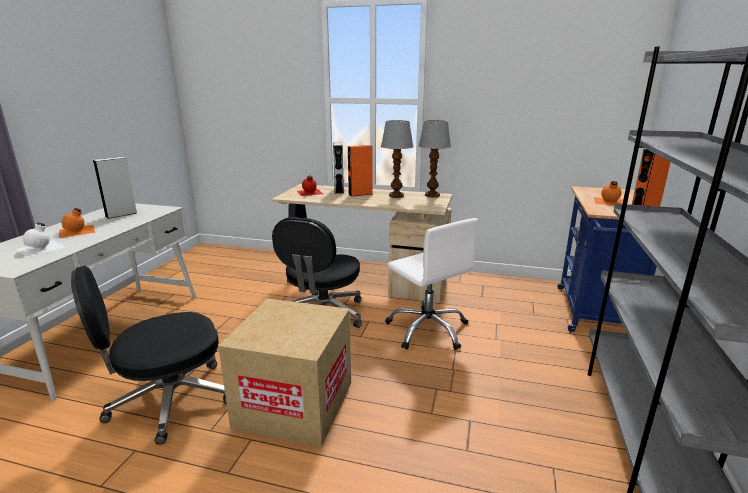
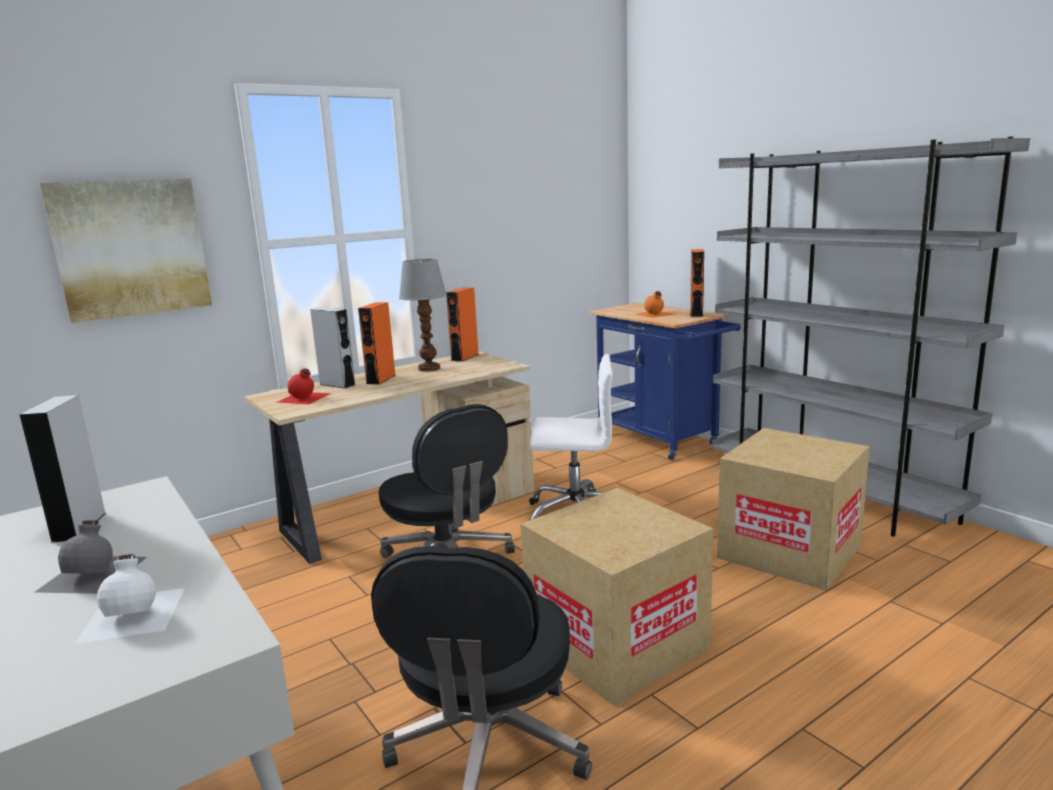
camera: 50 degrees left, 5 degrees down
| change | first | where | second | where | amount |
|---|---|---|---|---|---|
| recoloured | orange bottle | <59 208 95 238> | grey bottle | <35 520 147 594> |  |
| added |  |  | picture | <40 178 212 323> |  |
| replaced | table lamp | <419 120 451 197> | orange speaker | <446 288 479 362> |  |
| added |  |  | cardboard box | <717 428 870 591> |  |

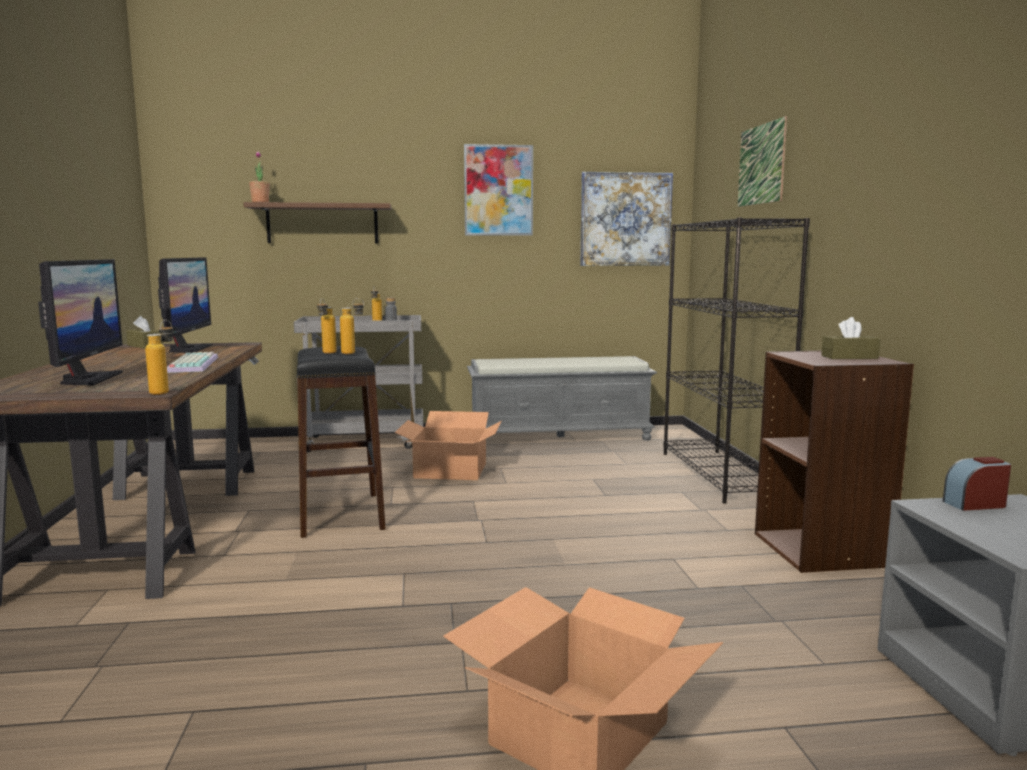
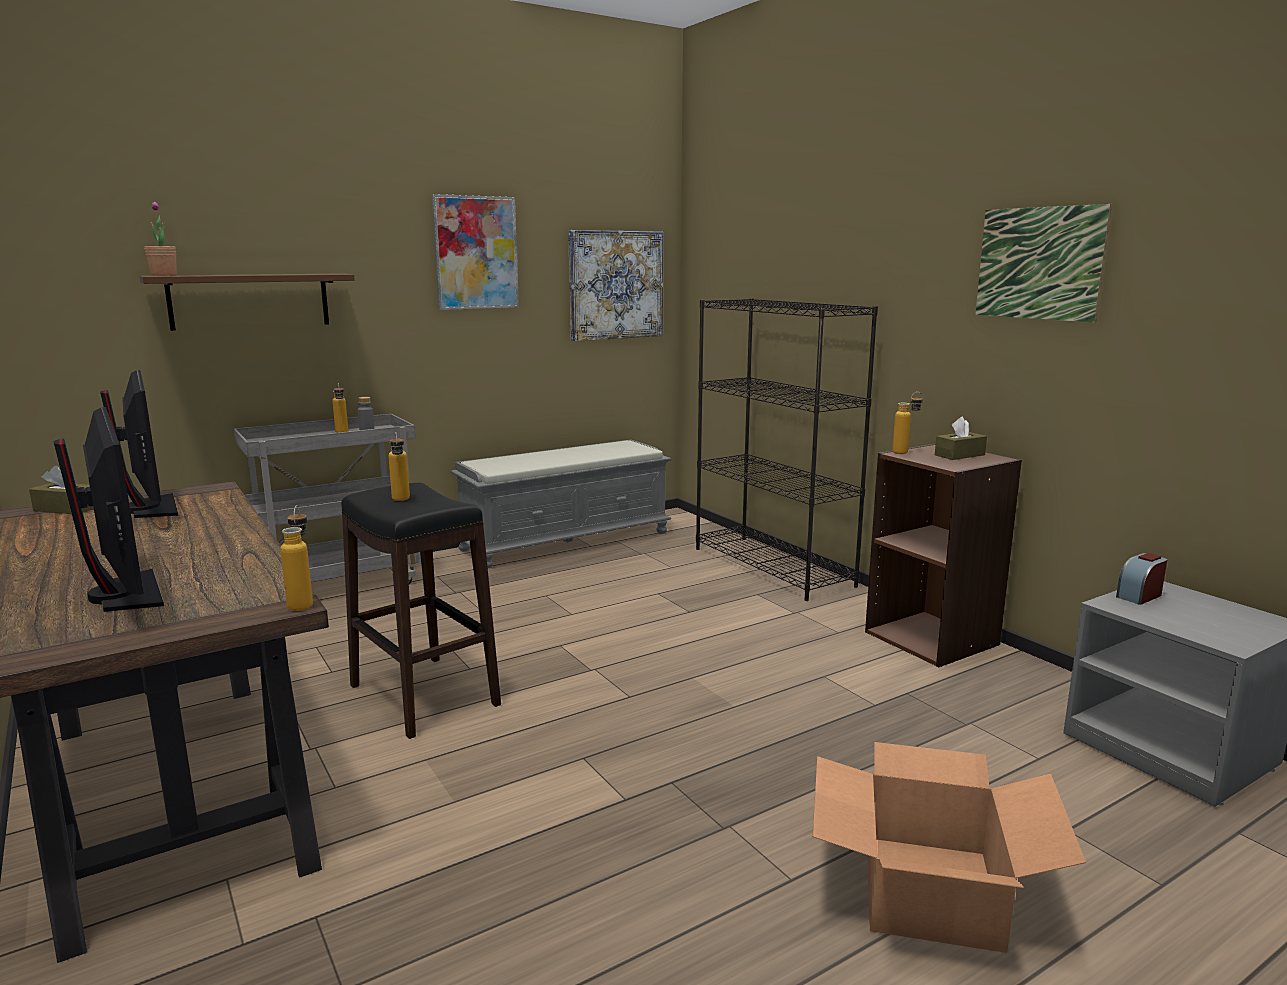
camera: 25 degrees left, 5 degrees up
| change | first | where | second | where | amount |
|---|---|---|---|---|---|
| moved | bottle | <340 298 364 354> |  | <892 392 923 454> |  |
| moved | picture | <737 116 787 207> |  | <975 204 1112 323> |  |
| removed | keyboard | <167 352 218 373> |  |  |  |
| removed | cardboard box | <395 411 502 480> |  |  |  |

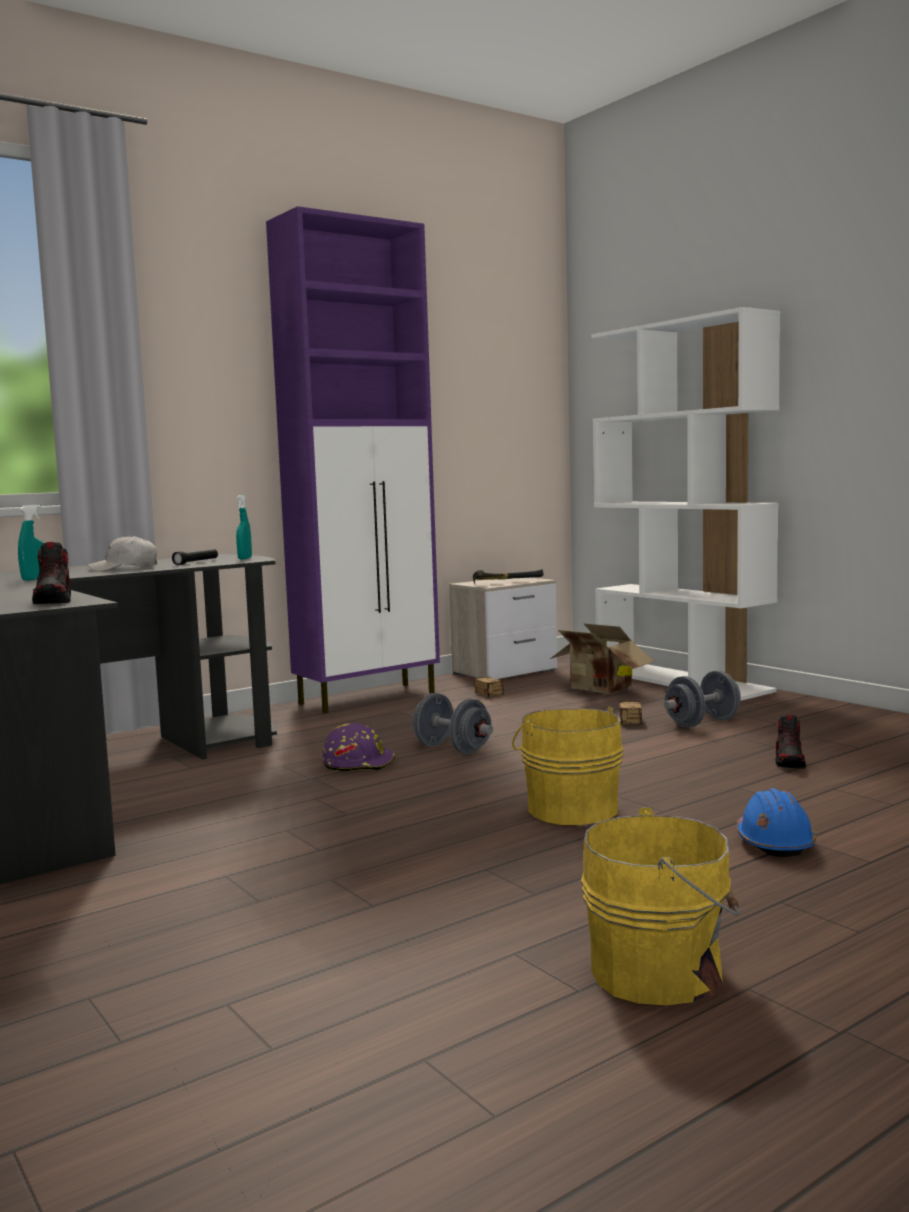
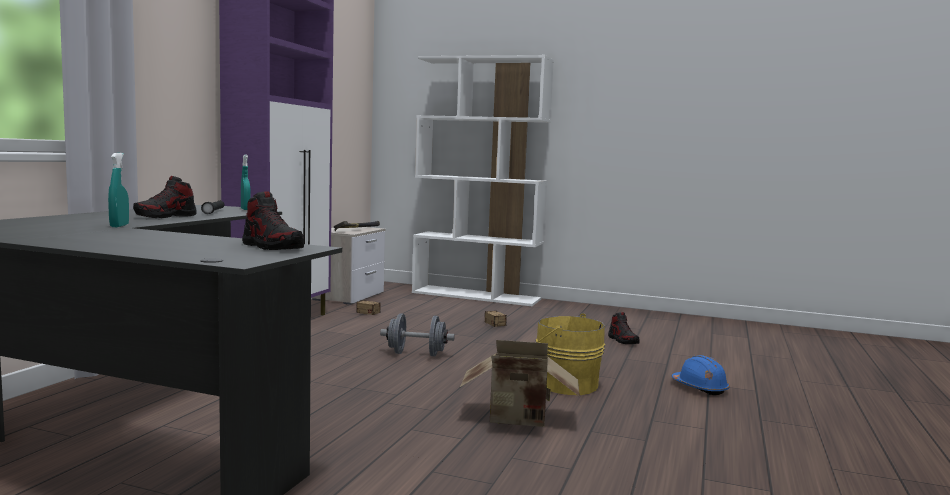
camera: 35 degrees left, 0 degrees up
| change | first | where | second | where | amount |
|---|---|---|---|---|---|
| replaced | white cap | <88 535 157 571> | shoe | <133 176 197 218> |  |
| moved | cardboard box | <550 623 655 694> |  | <460 340 580 427> |  |
| removed | purple hard hat | <322 723 395 771> |  |  |  |
| removed | yellow bucket | <581 807 739 1005> |  |  |  |
| removed | grey dumbbell | <664 671 741 728> |  |  |  |

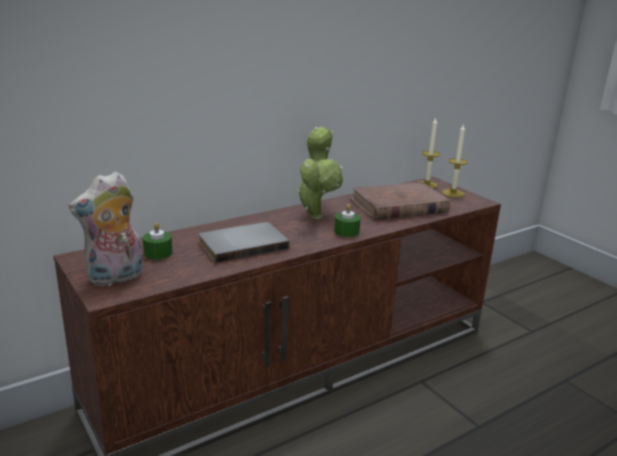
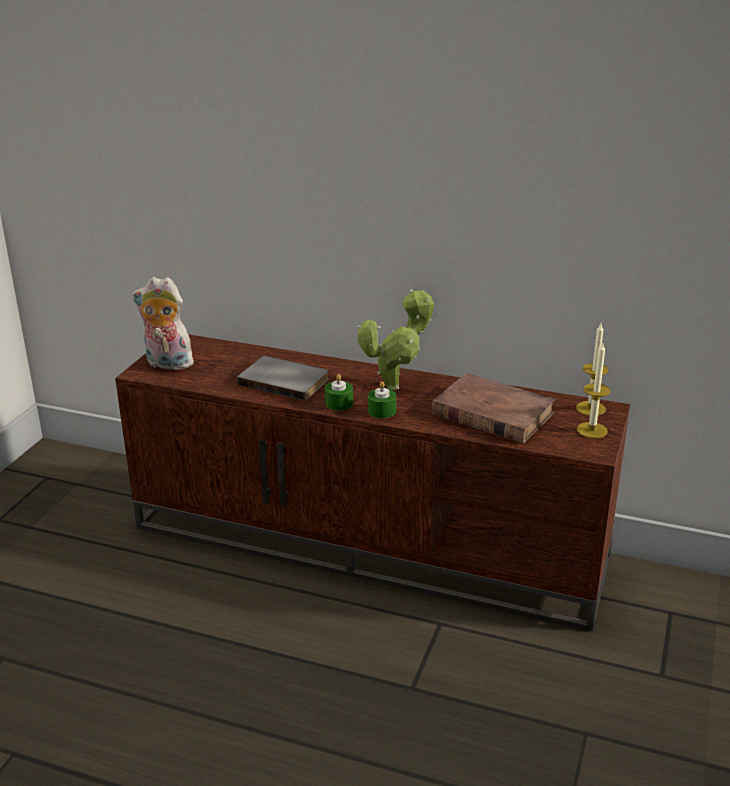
camera: 55 degrees right, 5 degrees up
| change | first | where | second | where | amount |
|---|---|---|---|---|---|
| moved | green candle | <143 222 173 260> |  | <325 374 353 411> |  |

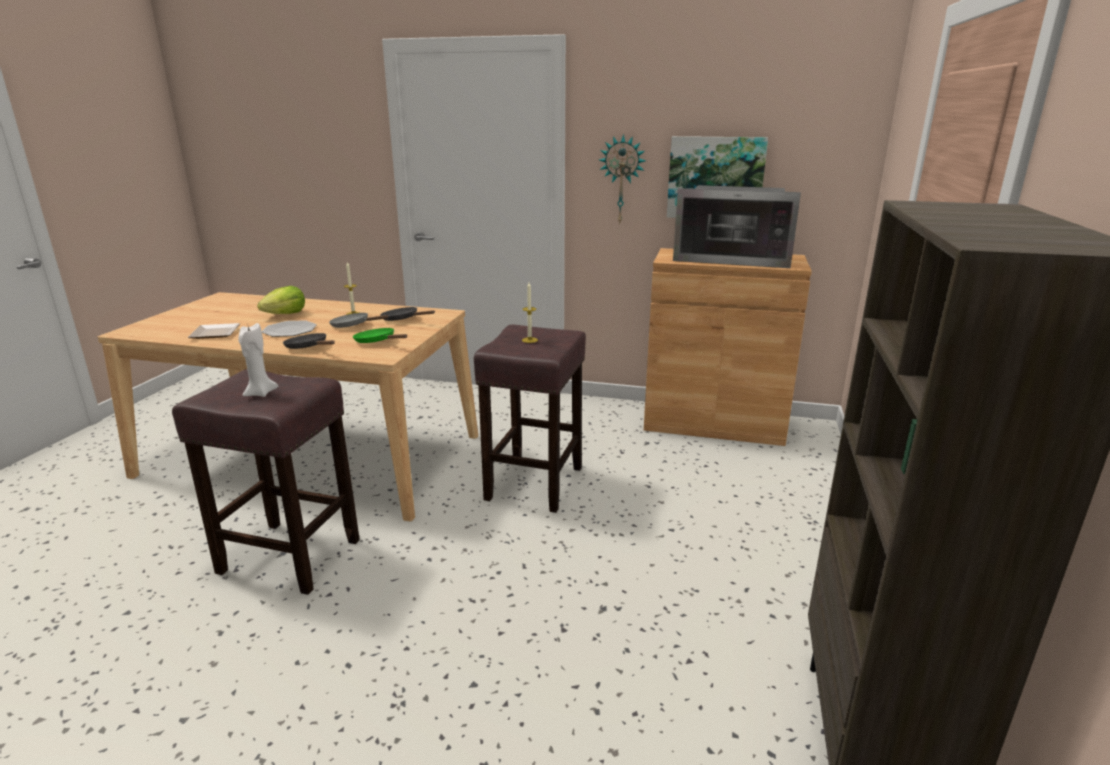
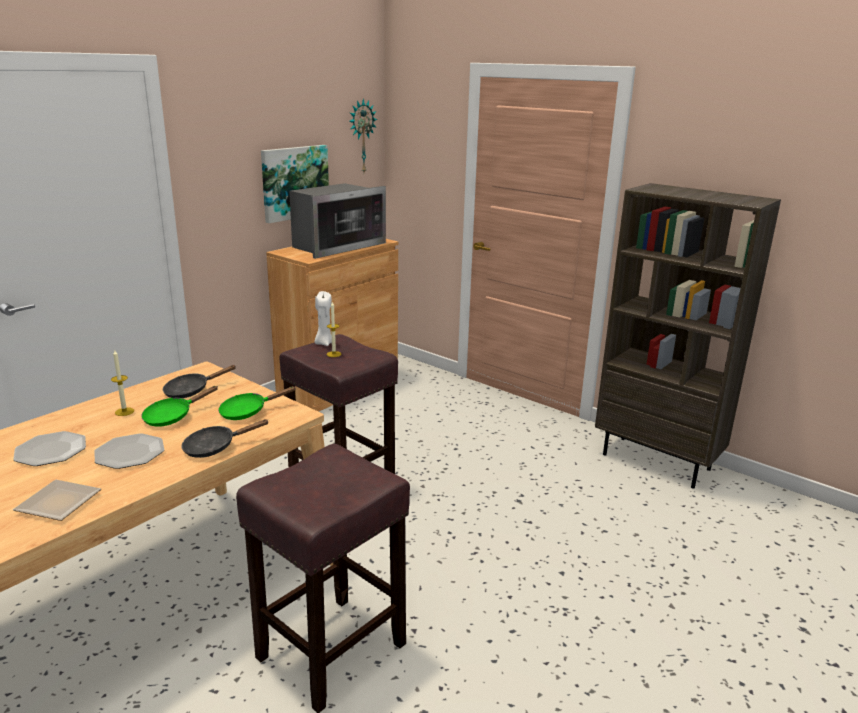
camera: 65 degrees left, 0 degrees up
| change | first | where | second | where | amount |
|---|---|---|---|---|---|
| replaced | lettuce | <257 286 305 314> | plate | <13 431 86 466> |  |
| recoloured | grey frying pan | <329 313 389 328> | green frying pan | <141 386 218 427> |  |
| moved | white candle | <238 323 278 397> |  | <315 291 332 346> |  |
| moved | wall clock | <599 134 646 223> |  | <349 99 378 173> |  |

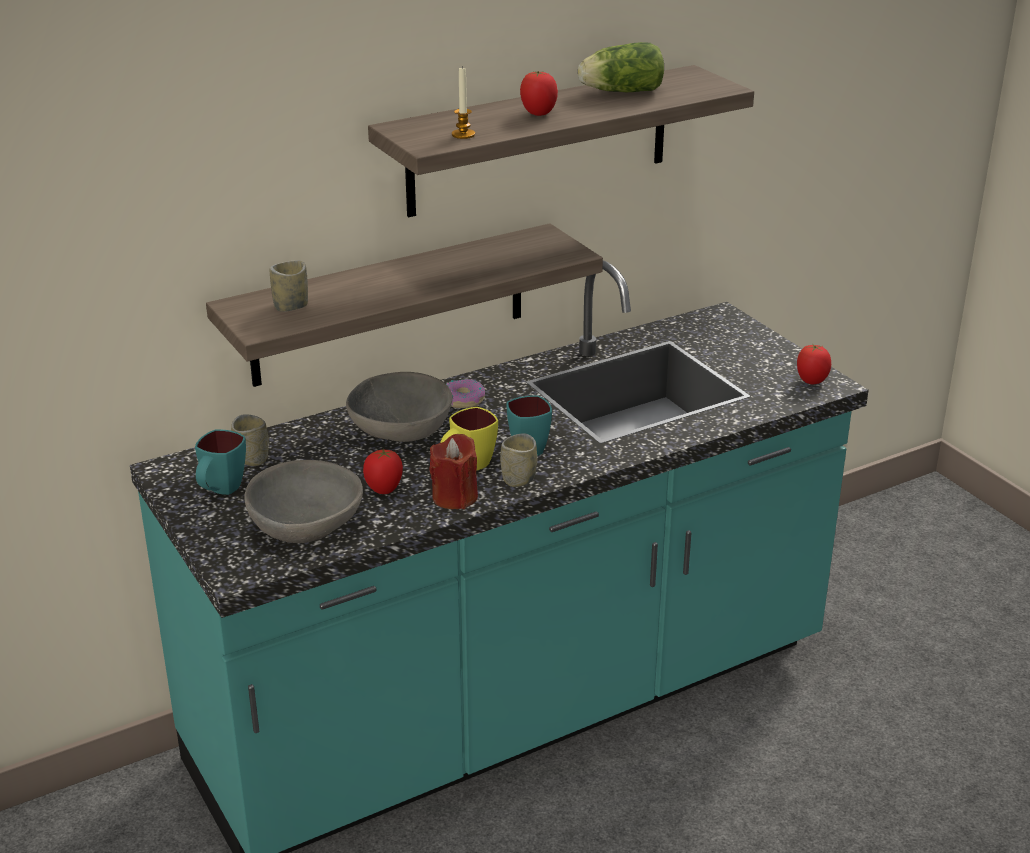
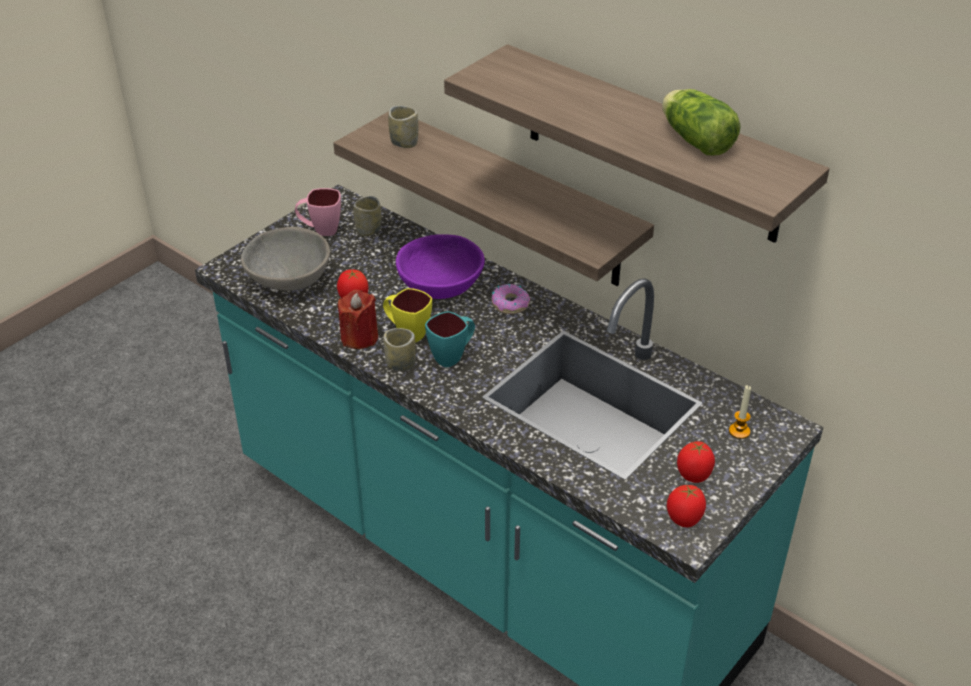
camera: 70 degrees right, 10 degrees up
| change | first | where | second | where | amount |
|---|---|---|---|---|---|
| recoloured | turquoise mug | <195 429 246 495> | pink mug | <295 188 341 236> |  |
| recoloured | grey bowl | <346 372 453 442> | purple bowl | <396 234 485 299> |  |
| moved | tomato | <520 71 558 116> |  | <677 441 715 483> |  |
| moved | candle | <452 67 475 139> |  | <729 385 751 439> |  |

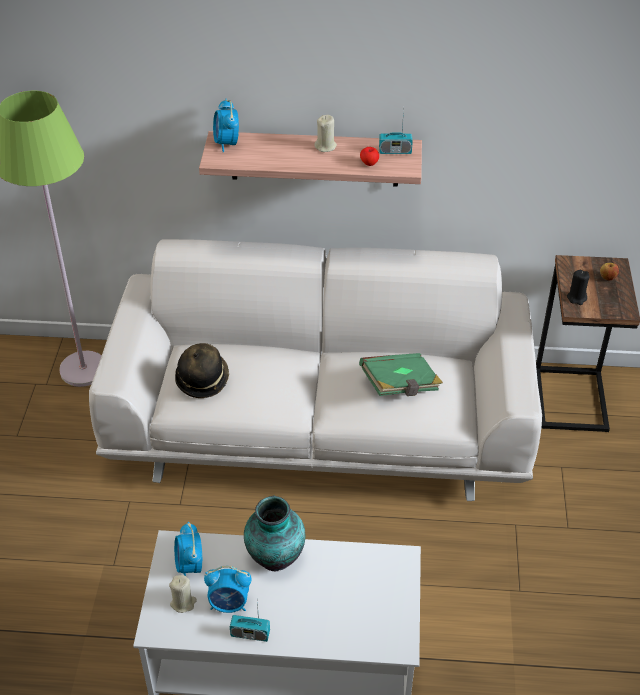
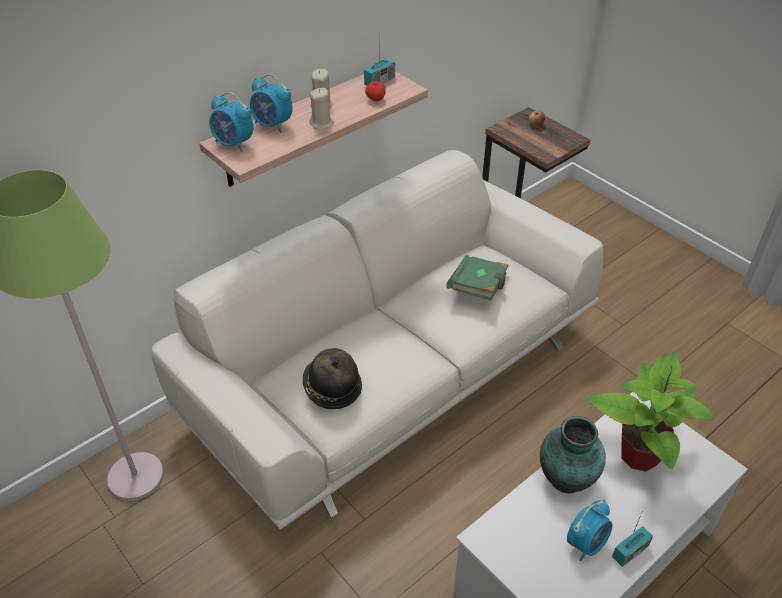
camera: 45 degrees left, 0 degrees up
| change | first | where | second | where | amount |
|---|---|---|---|---|---|
| moved | alarm clock | <174 522 202 576> |  | <250 74 293 133> |  |
| moved | beige candle | <169 575 197 613> |  | <309 88 334 129> |  |
| added |  |  | potted plant | <587 352 715 472> |  |
| removed | black candle | <567 269 589 305> |  |  |  |

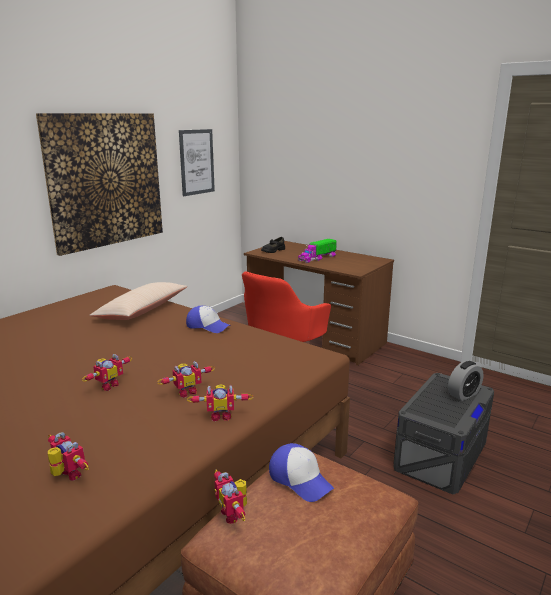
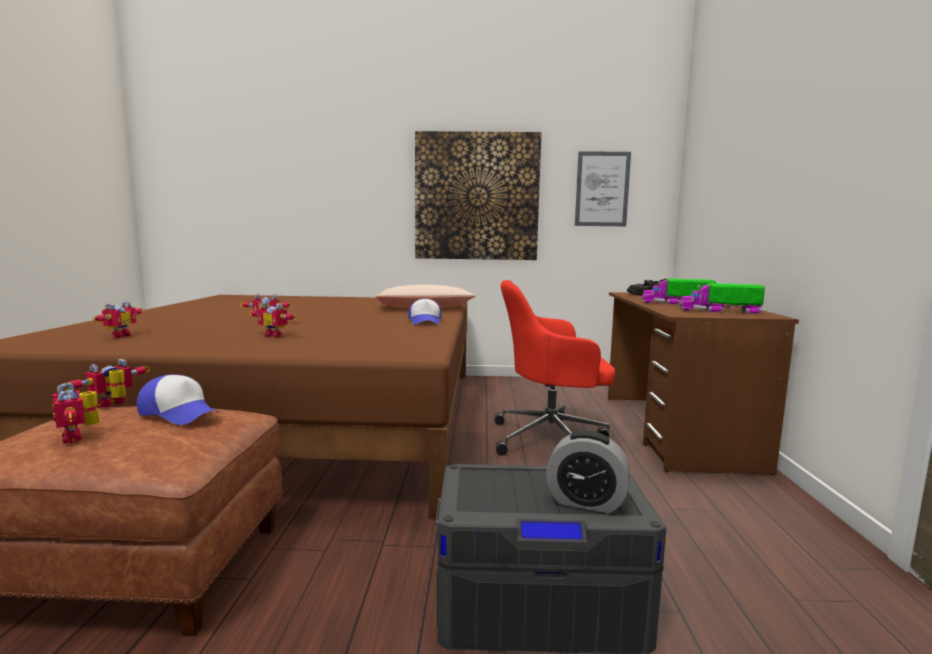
camera: 55 degrees right, 10 degrees down
| change | first | where | second | where | amount |
|---|---|---|---|---|---|
| moved | toy robot | <187 384 254 421> |  | <52 383 99 444> |  |
| turned | cap | <269 443 334 502> |  | <137 374 220 425> | 75 degrees counterclockwise |
| added |  |  | toy truck | <679 283 765 314> |  |

